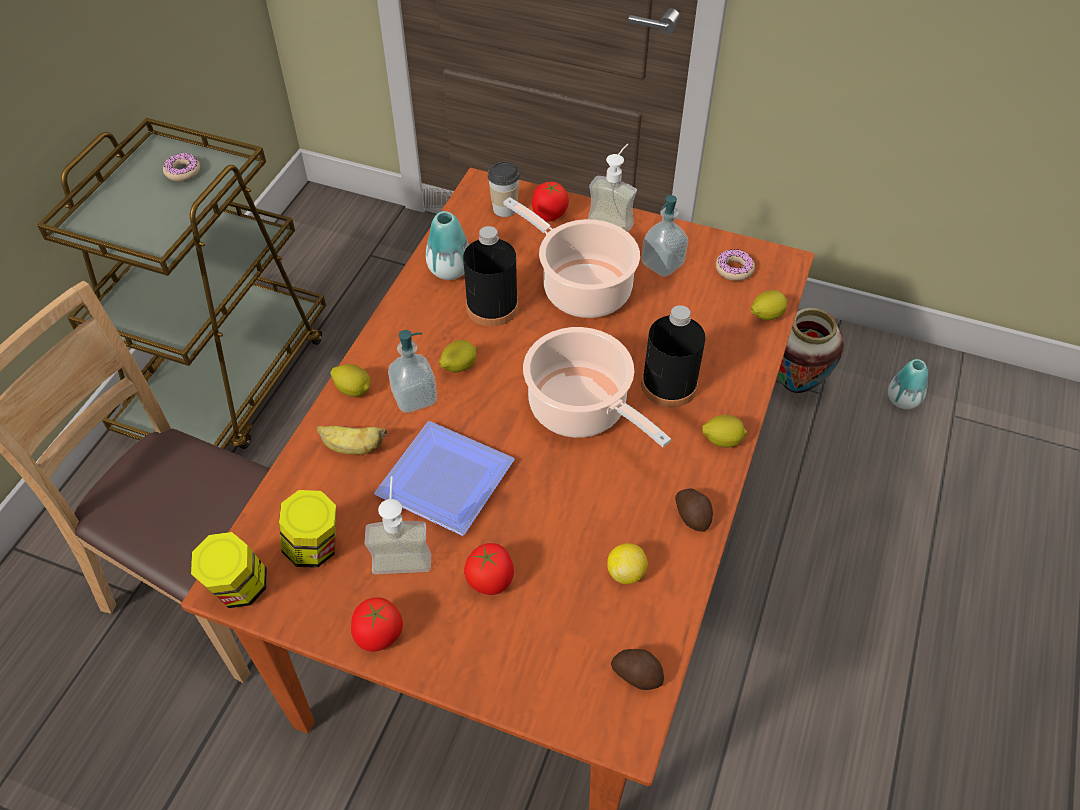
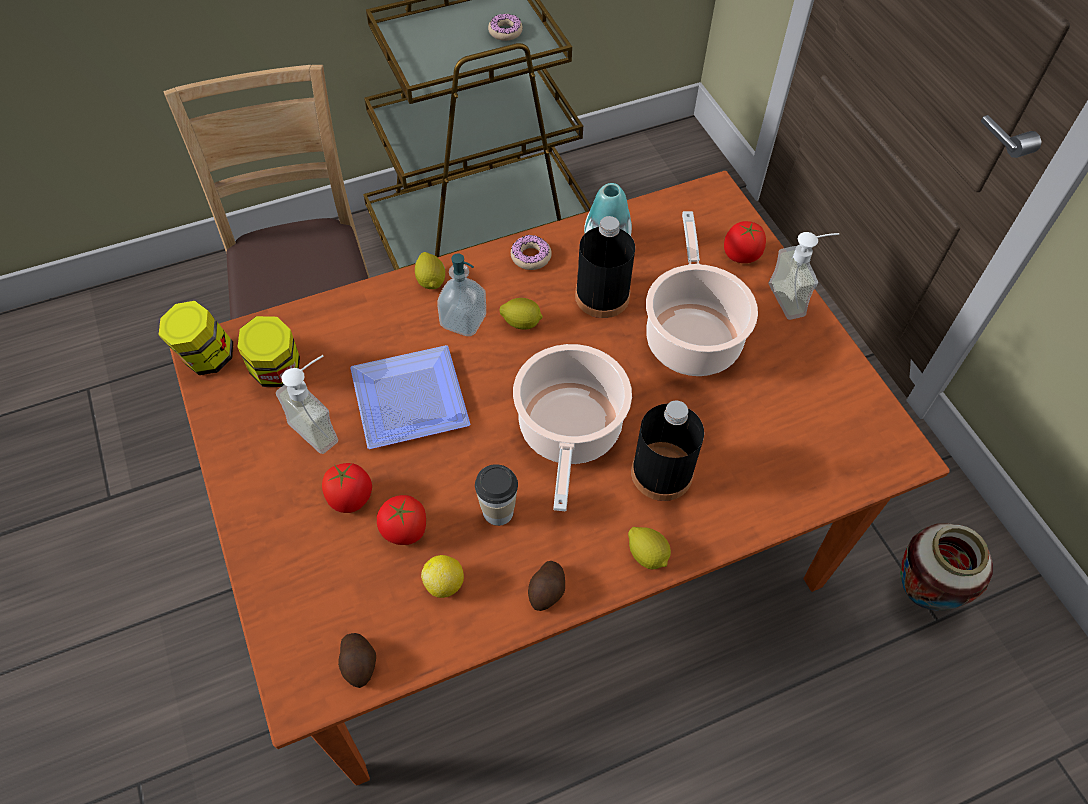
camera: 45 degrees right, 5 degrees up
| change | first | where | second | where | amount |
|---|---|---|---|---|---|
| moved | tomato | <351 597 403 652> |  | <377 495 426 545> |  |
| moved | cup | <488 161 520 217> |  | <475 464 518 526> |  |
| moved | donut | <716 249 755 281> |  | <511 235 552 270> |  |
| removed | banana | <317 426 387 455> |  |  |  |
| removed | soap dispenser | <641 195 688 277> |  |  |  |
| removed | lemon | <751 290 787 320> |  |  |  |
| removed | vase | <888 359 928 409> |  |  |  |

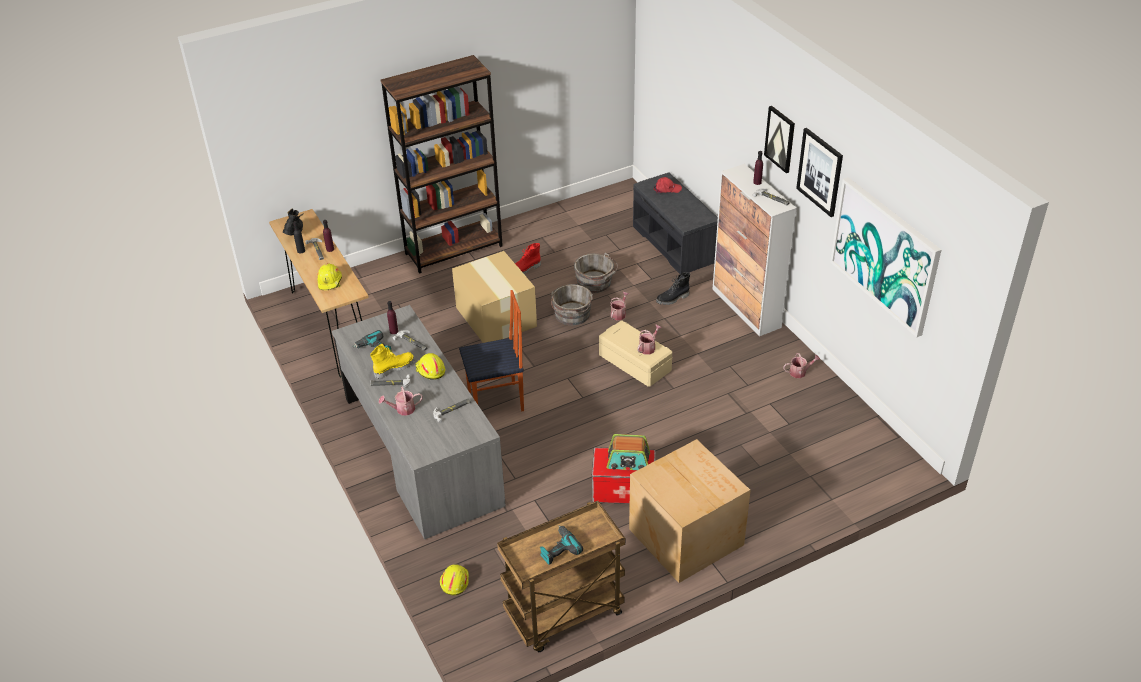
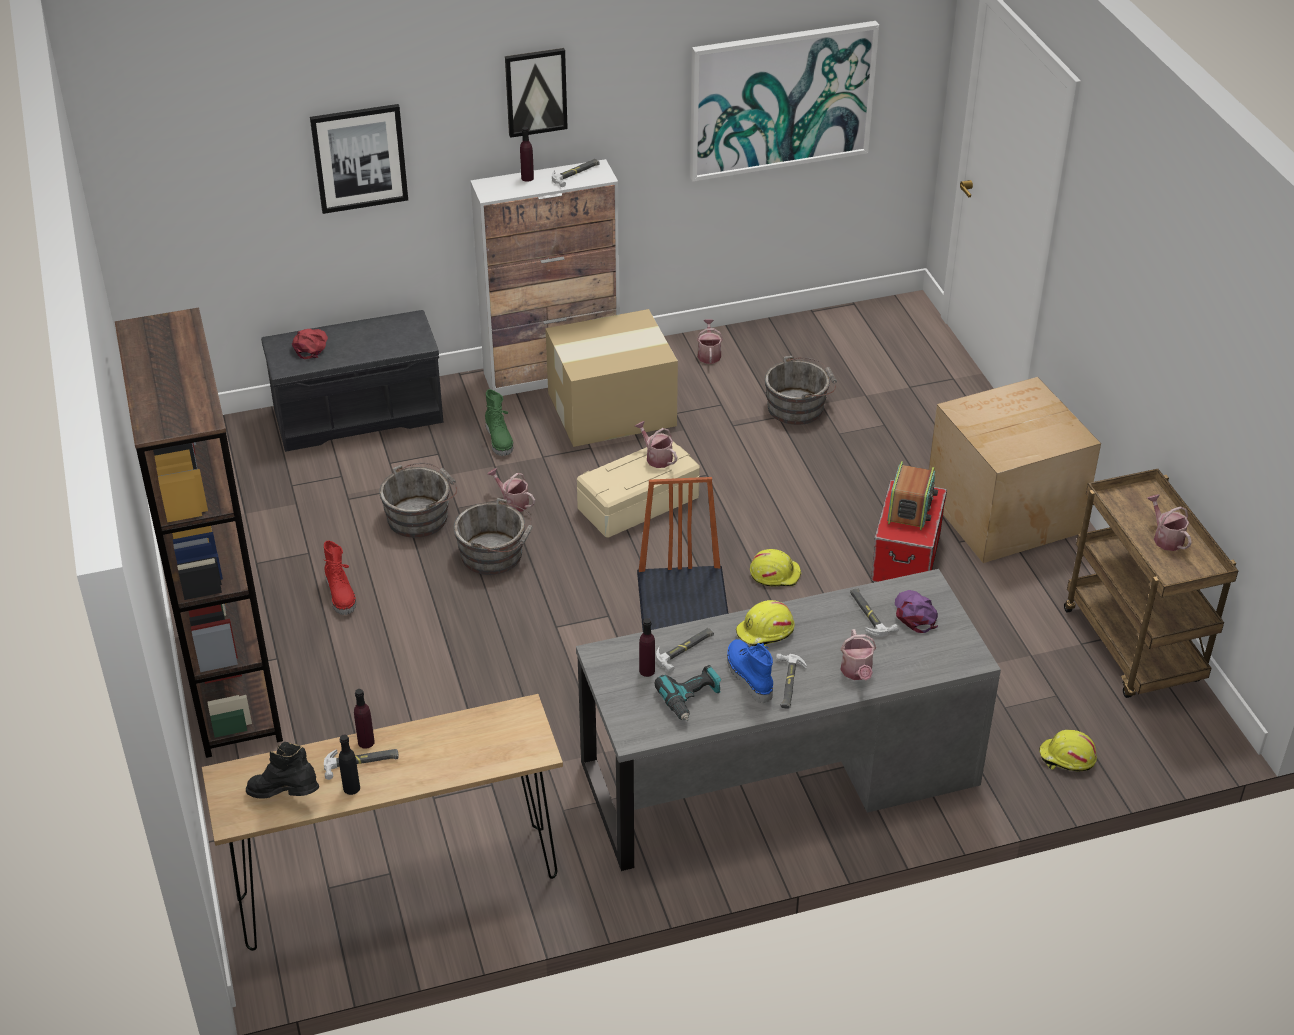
camera: 80 degrees left, 0 degrees up
| change | first | where | second | where | amount |
|---|---|---|---|---|---|
| moved | picture | <796 128 843 217> |  | <310 104 408 214> |  |
| recoloured | black boot | <656 272 690 305> | green boot | <485 389 513 456> |  |
| moved | cardboard box | <452 251 537 343> |  | <545 309 678 447> |  |
| recoloured | yellow boot | <370 344 415 379> | blue boot | <727 639 773 703> |  |
| moved | yellow hard hat | <317 263 342 290> |  | <750 549 801 586> |  |
| added |  |  | grey bucket | <765 356 837 425> |  |
| added |  |  | purple cap | <895 590 938 633> |  |
| replaced | power drill | <540 525 583 565> | watering can | <1147 494 1192 551> |  |

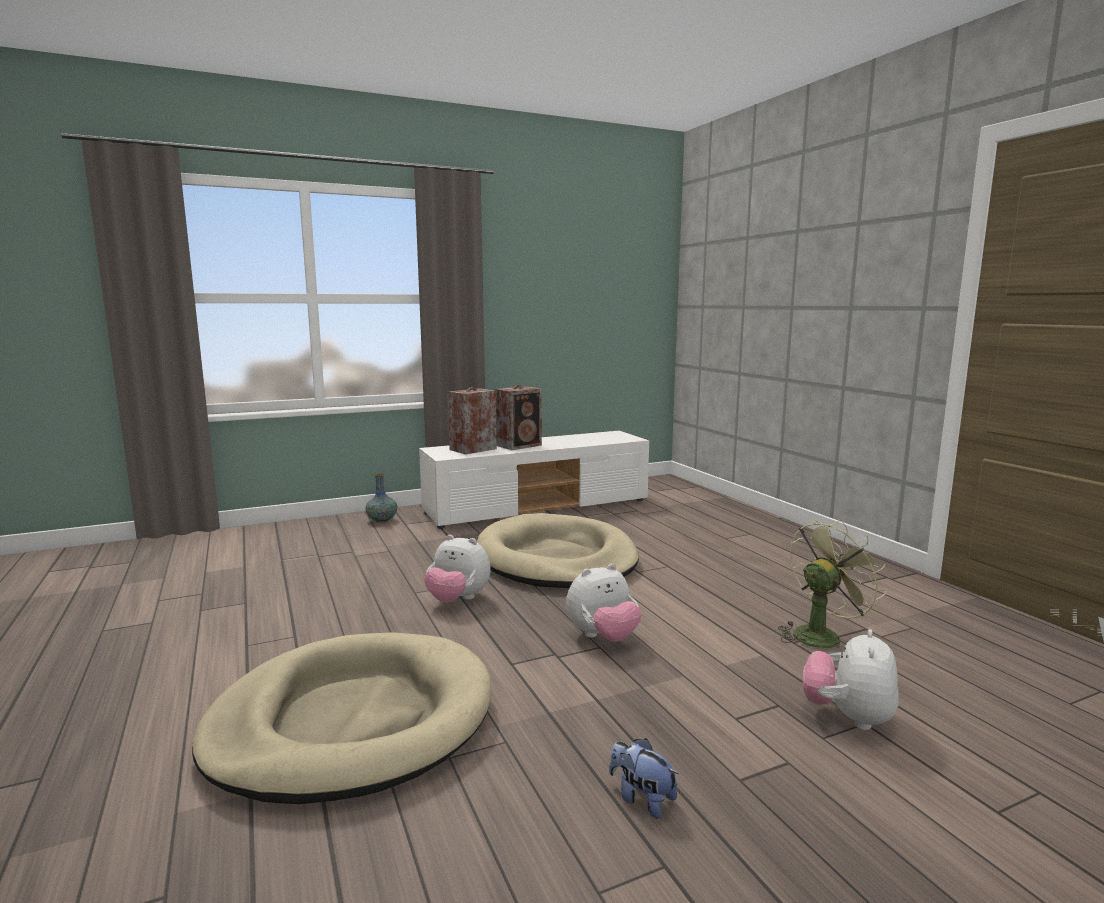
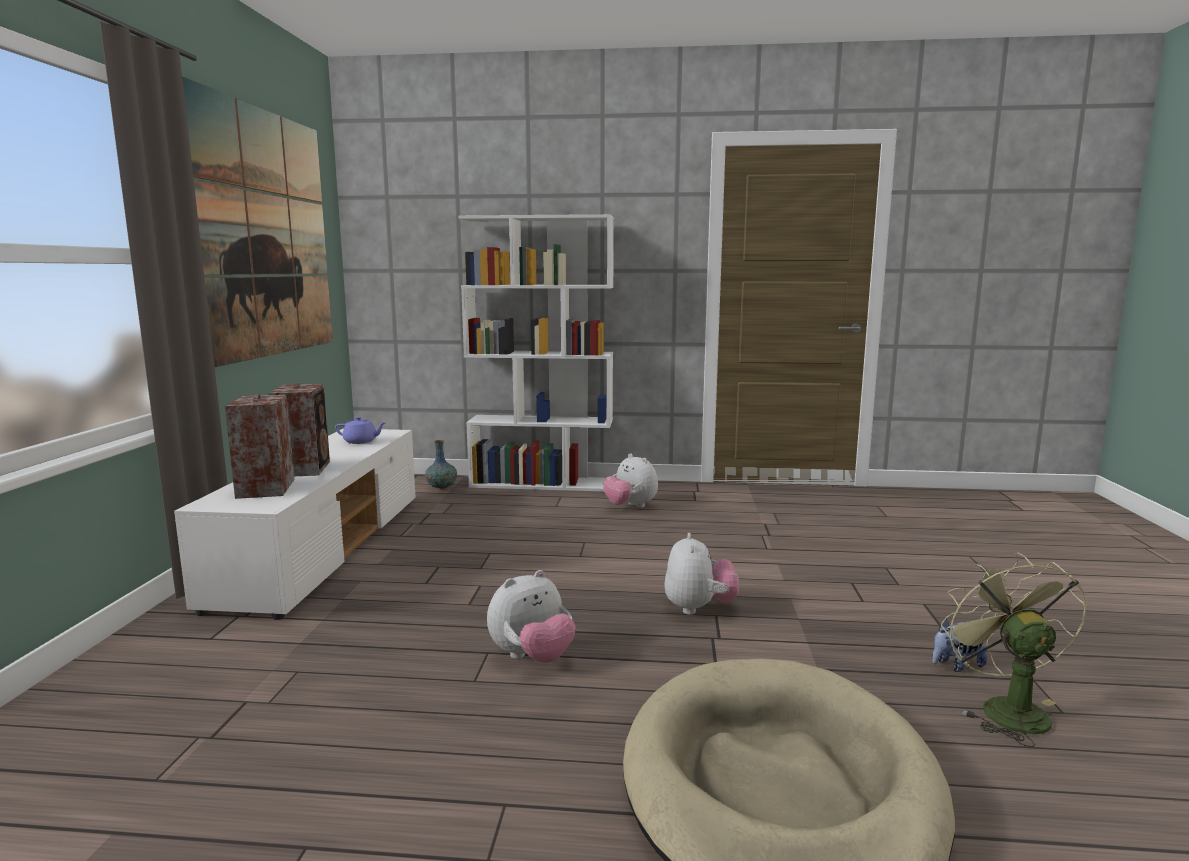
camera: 60 degrees left, 0 degrees up
| change | first | where | second | where | amount |
|---|---|---|---|---|---|
| added |  |  | picture | <182 77 333 367> |  |
| added |  |  | purple teapot | <335 417 386 444> |  |
| moved | vase | <366 474 397 522> |  | <425 440 457 489> |  |
| added |  |  | white bookcase | <458 214 614 491> |  |
| moved | plush toy | <803 629 899 730> |  | <603 453 658 508> |  |
| moved | green fan | <778 520 886 648> |  | <941 552 1087 747> |  |
| removed | beige dog bed | <477 513 639 588> |  |  |  |

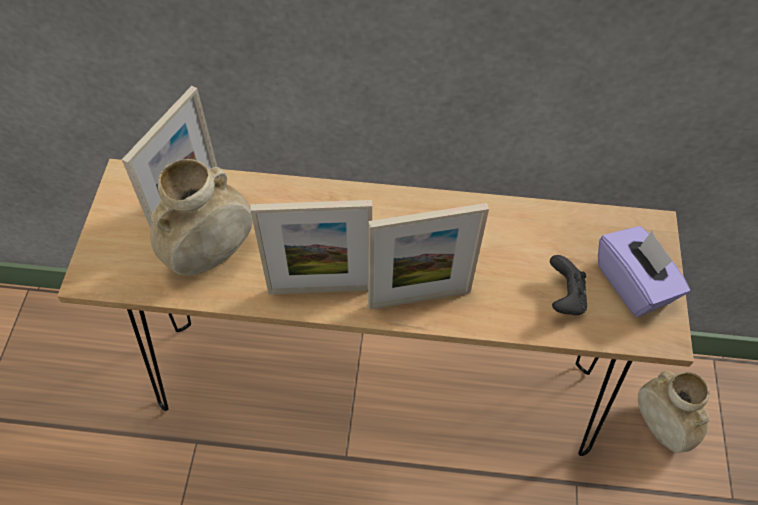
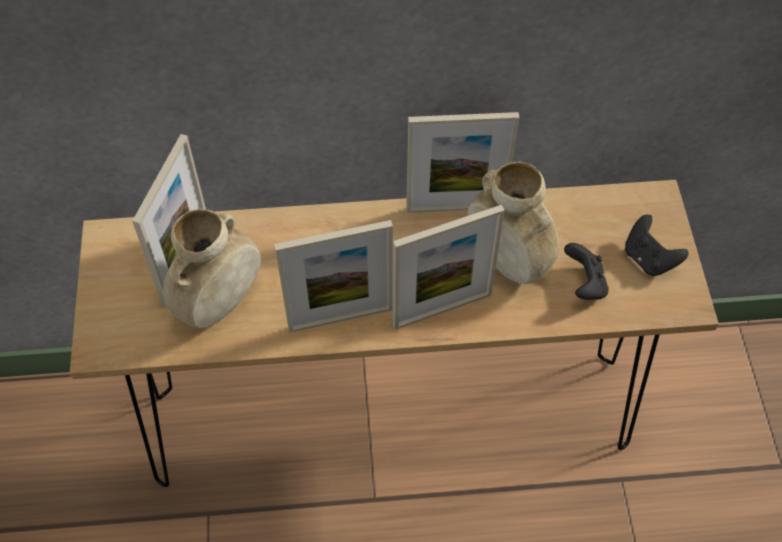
camera: 10 degrees left, 0 degrees up
| change | first | where | second | where | amount |
|---|---|---|---|---|---|
| added |  |  | picture frame | <406 112 519 213> |  |
| moved | beige vase | <638 370 709 452> |  | <468 162 559 284> |  |
| replaced | purple tissue box | <598 226 690 317> | black game controller | <625 214 689 276> |  |

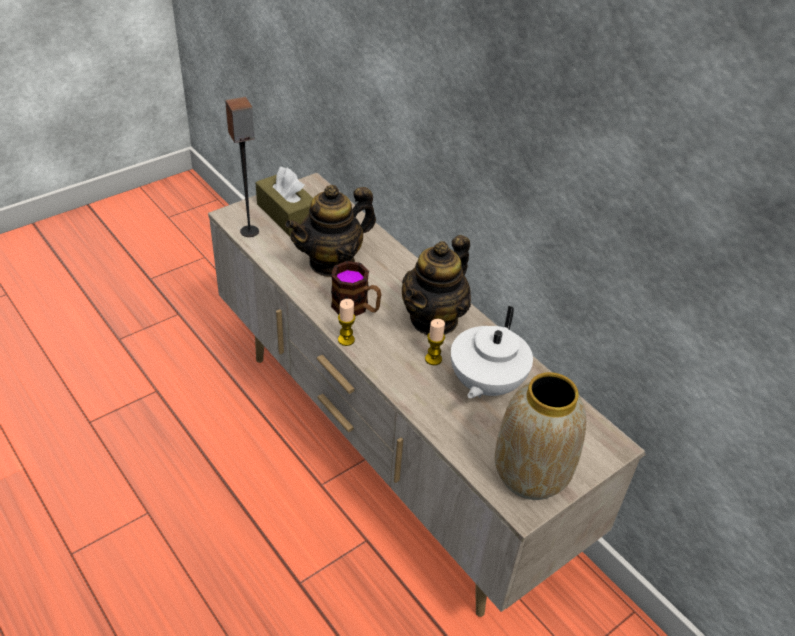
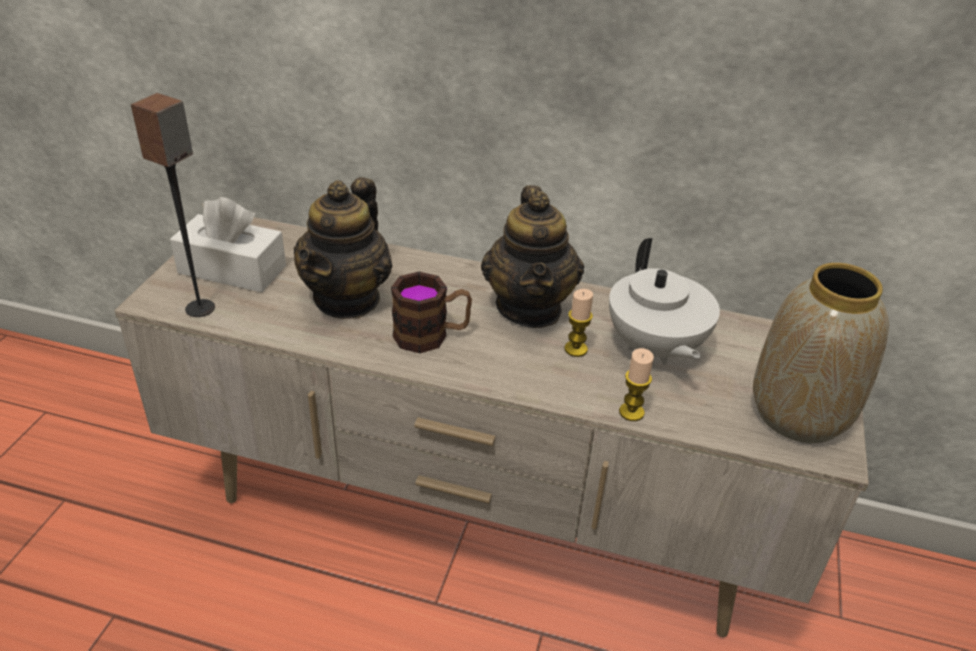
camera: 35 degrees left, 5 degrees down
| change | first | where | second | where | amount |
|---|---|---|---|---|---|
| recoloured | brown tissue box | <255 167 313 236> | white tissue box | <170 197 286 292> |  |
| moved | candle | <338 299 355 346> |  | <619 348 654 421> |  |

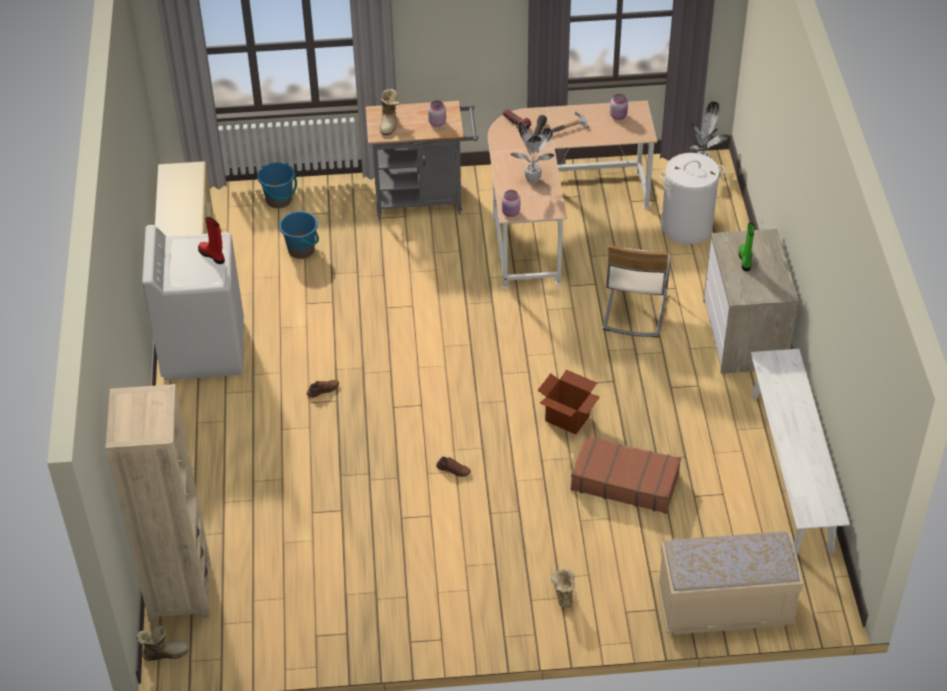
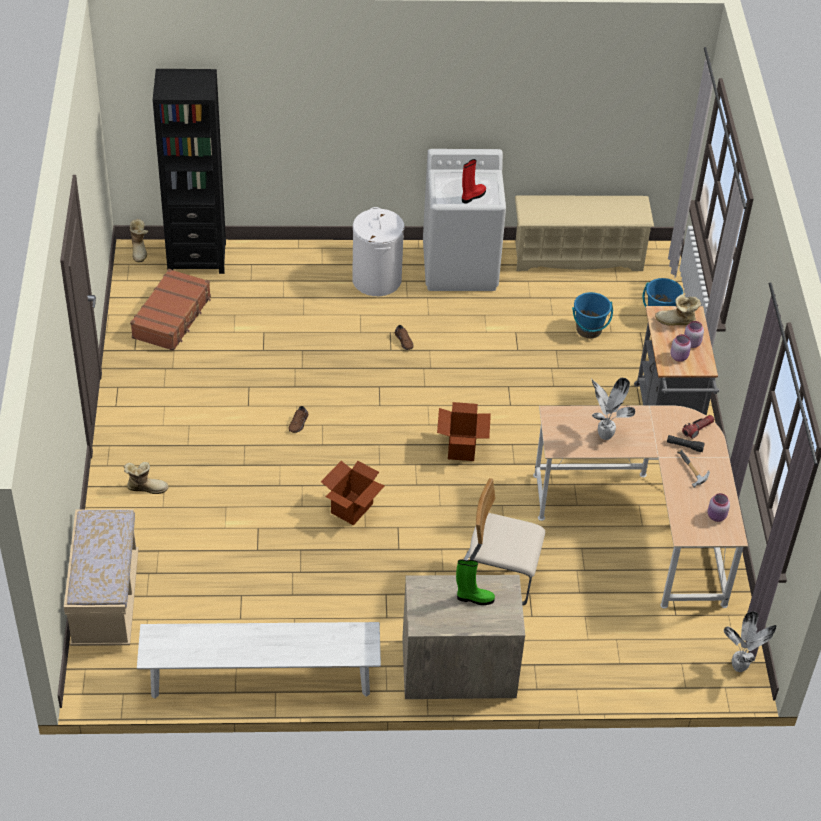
camera: 90 degrees right, 0 degrees up
| change | first | where | second | where | amount |
|---|---|---|---|---|---|
| moved | brown suitcase | <571 435 681 514> |  | <130 269 211 351> |  |
| recoloured | beige bookcase | <106 384 210 622> | black bookcase | <153 69 226 274> |  |
| moved | white laundry basket | <660 153 725 244> |  | <352 207 404 296> |  |
| added |  |  | cardboard box | <437 402 491 461> |  |
| moved | pink jar | <502 190 520 217> |  | <684 321 704 348> |  |

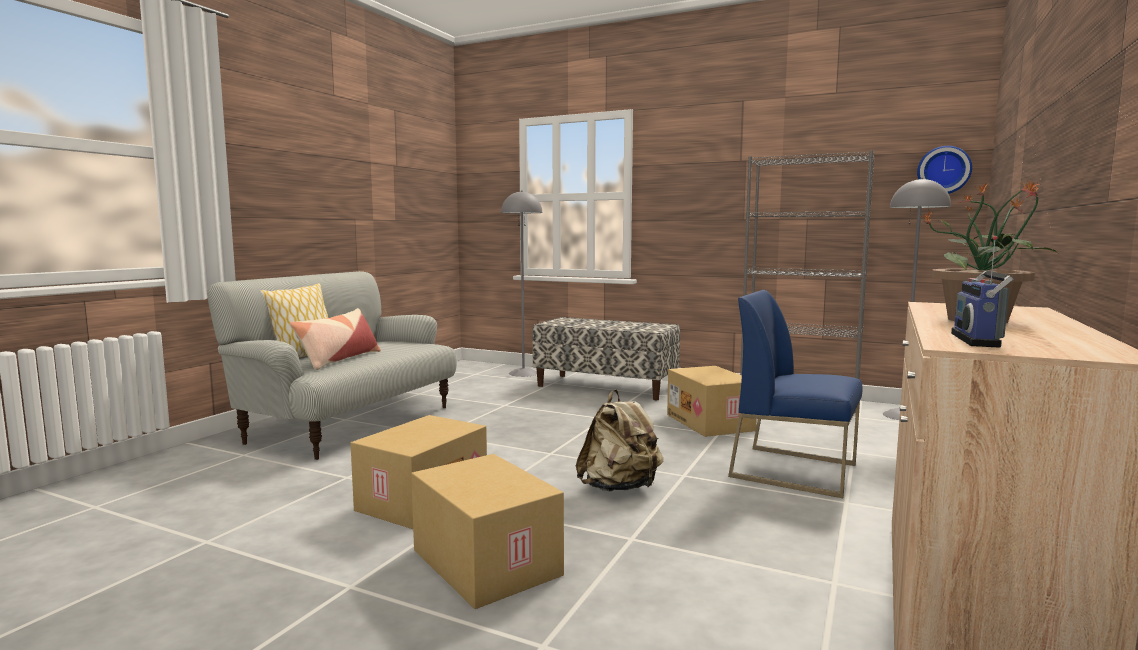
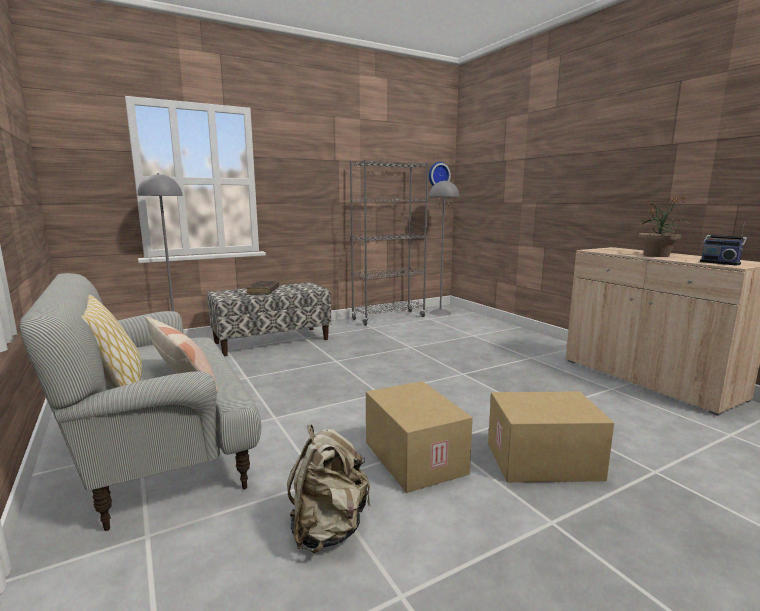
camera: 55 degrees left, 5 degrees up
| change | first | where | second | where | amount |
|---|---|---|---|---|---|
| added |  |  | brown book | <247 281 279 294> |  |
| moved | beige backpack | <576 389 663 492> |  | <287 424 371 553> |  |
| removed | cardboard box | <667 366 757 437> |  |  |  |
| removed | blue chair | <728 290 863 498> |  |  |  |

